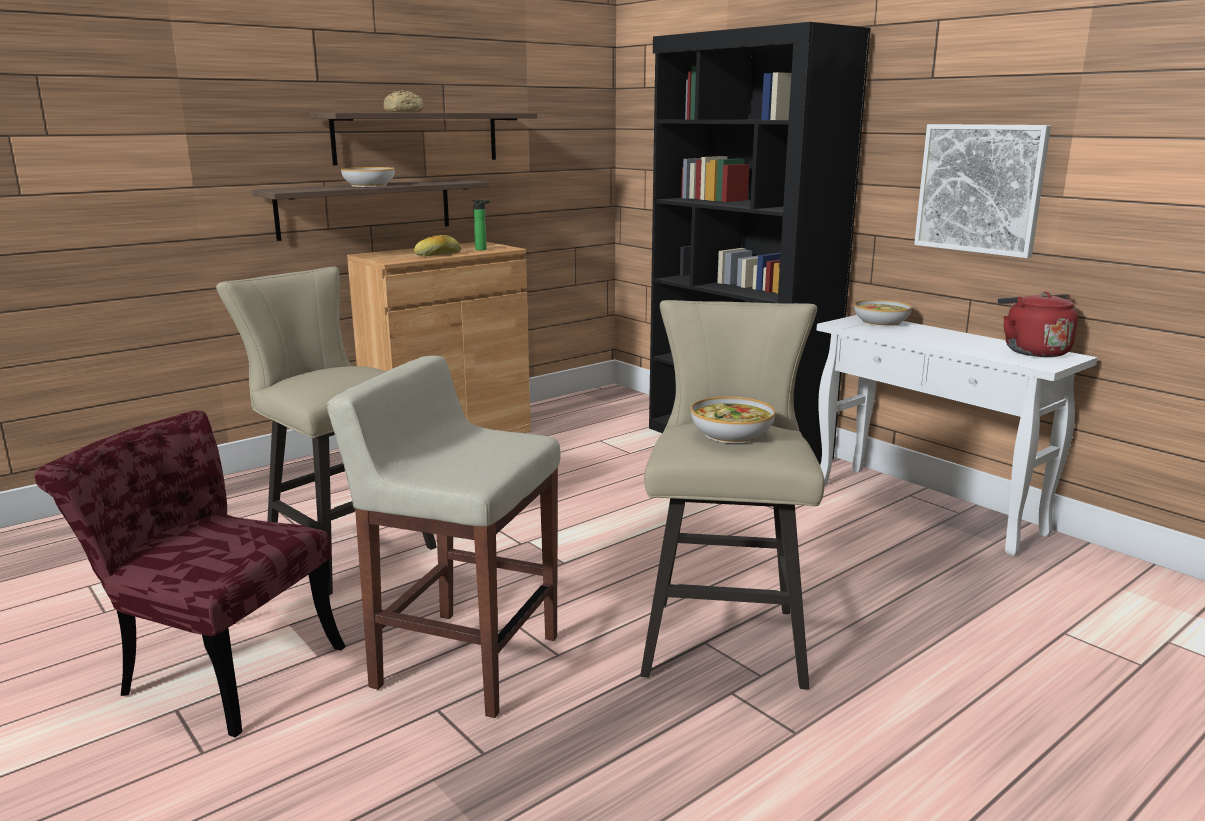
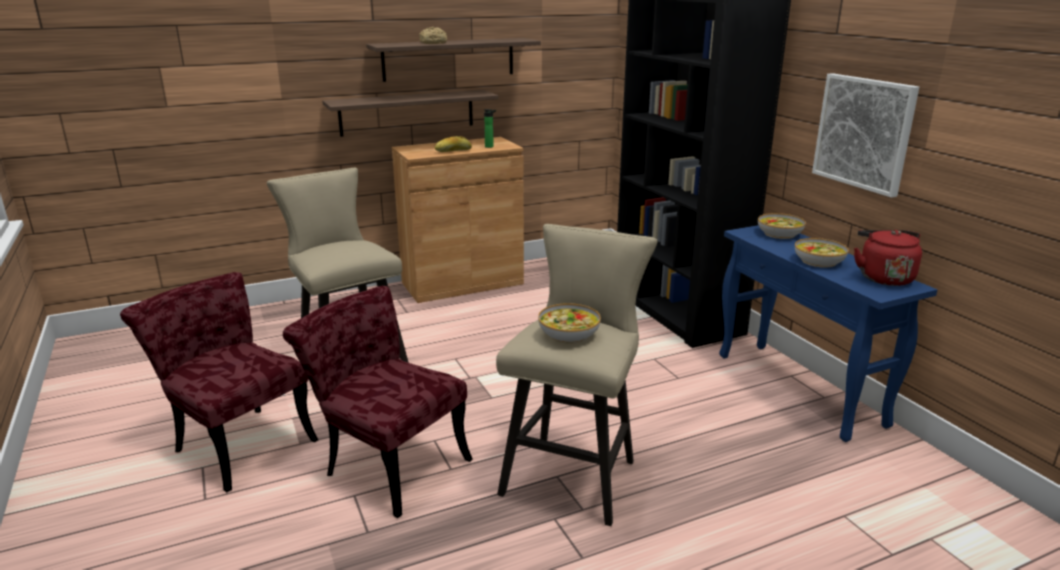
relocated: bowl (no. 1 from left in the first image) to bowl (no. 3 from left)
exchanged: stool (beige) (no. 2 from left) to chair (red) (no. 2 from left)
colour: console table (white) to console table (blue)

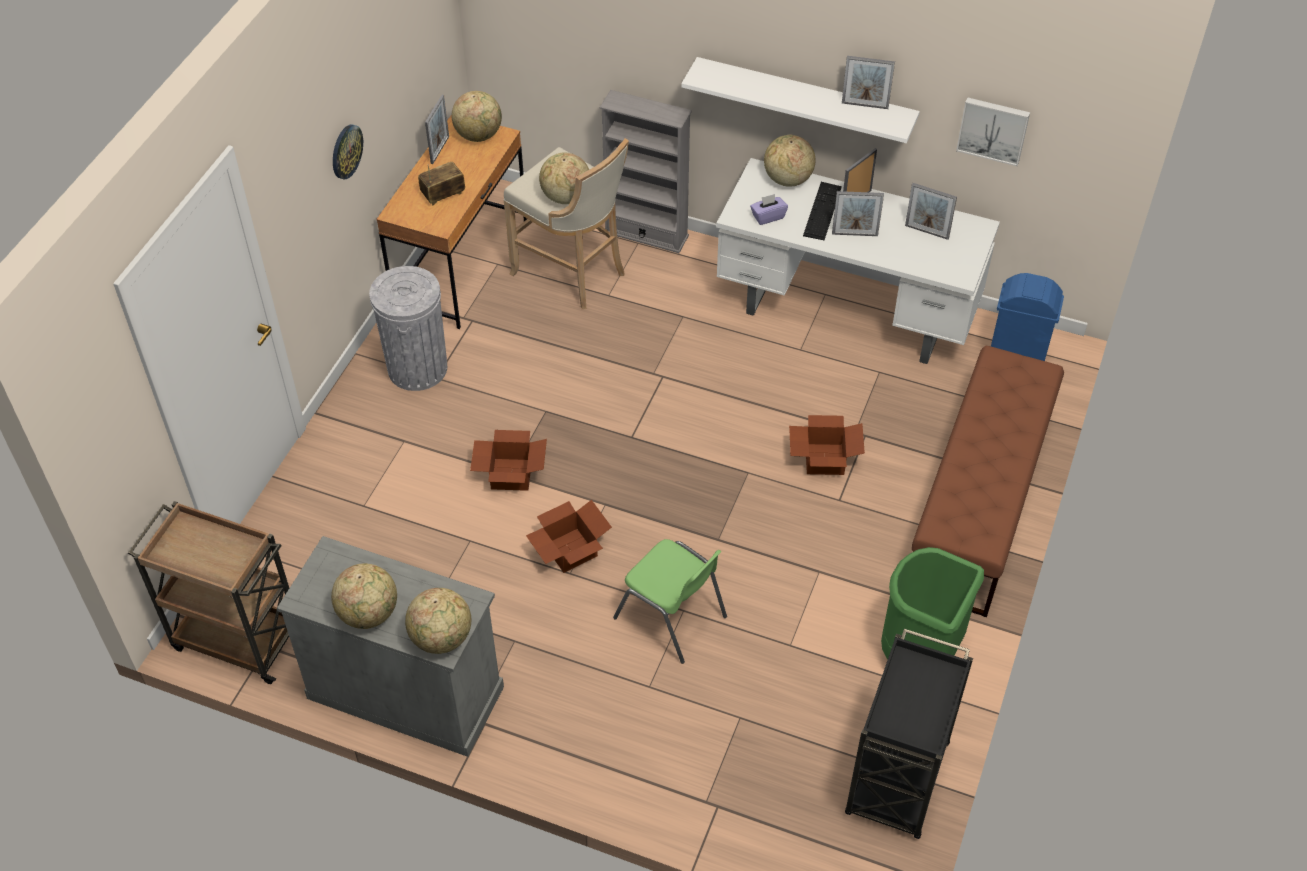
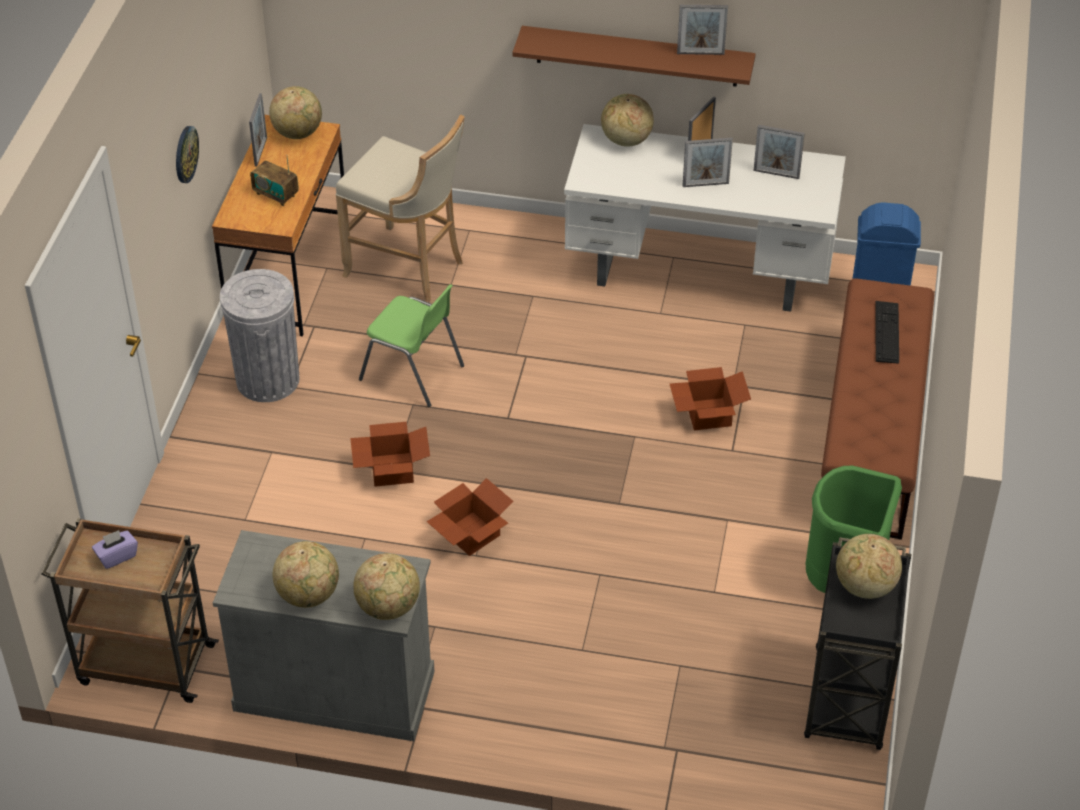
missing: bookcase (grey); picture
relocated: globe (no. 4 from left in the first image) to globe (no. 5 from left); keyboard; tissue box (purple); chair (green)
colour: shelf (white) to shelf (brown)
spun: radio 105 degrees counterclockwise

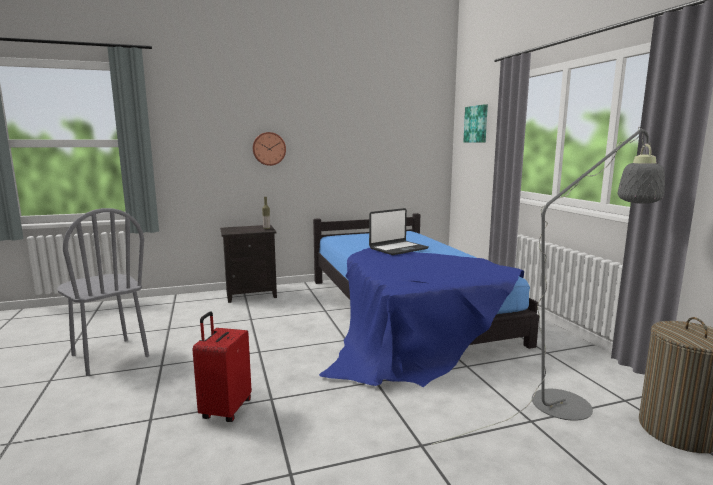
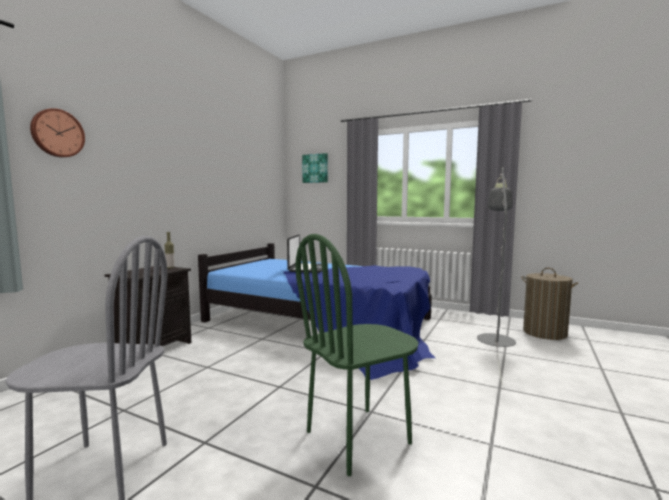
relocated: wall clock
exchanged: suitcase (red) to chair (green)

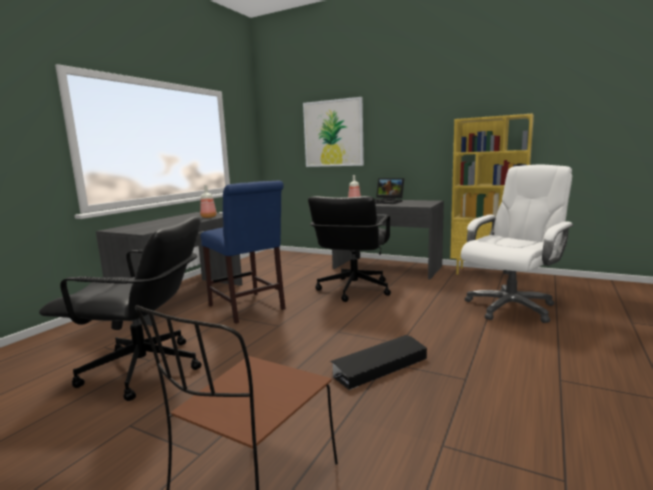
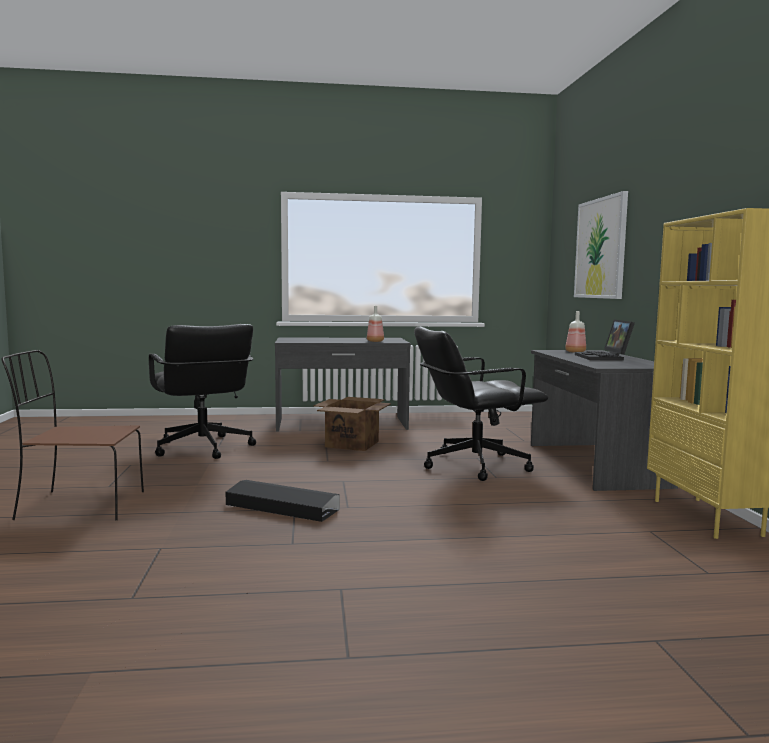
missing: office chair (white)
exchanged: chair (blue) to cardboard box

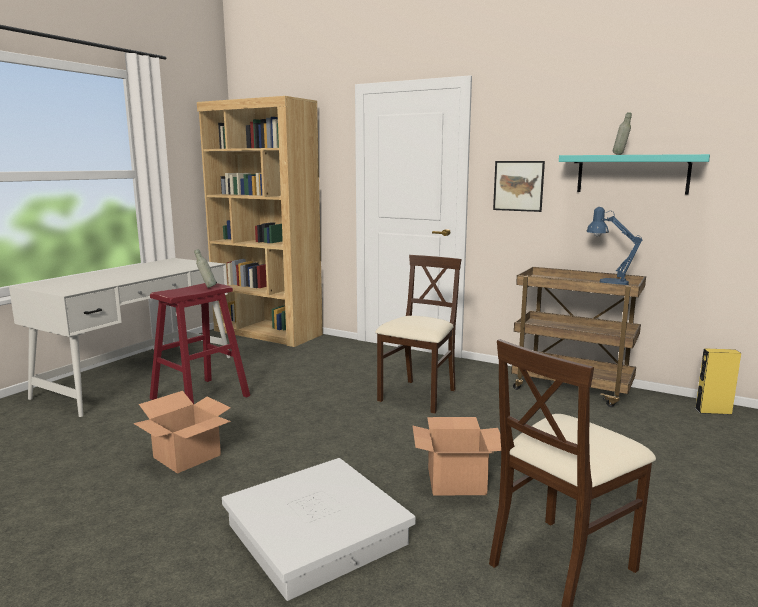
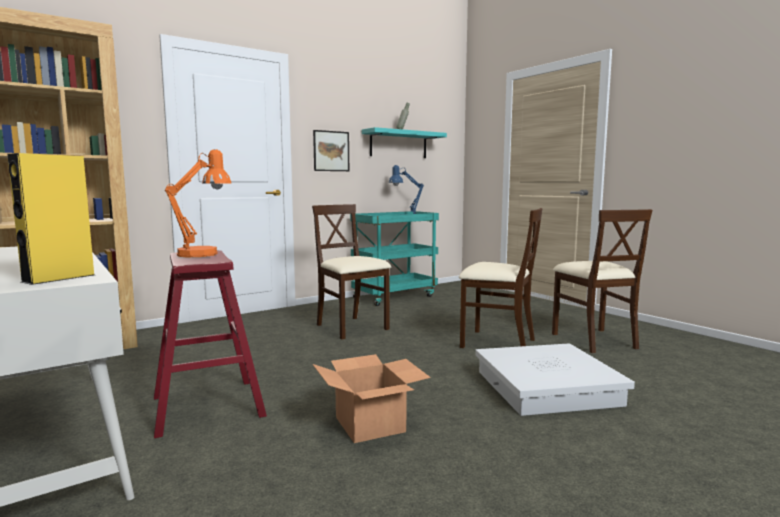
relocated: speaker (yellow)
exchanged: bottle (grey) (no. 1 from left) to table lamp (orange); cardboard box (no. 2 from left) to chair (beige) (no. 2 from left)
colour: cart (brown) to cart (turquoise)

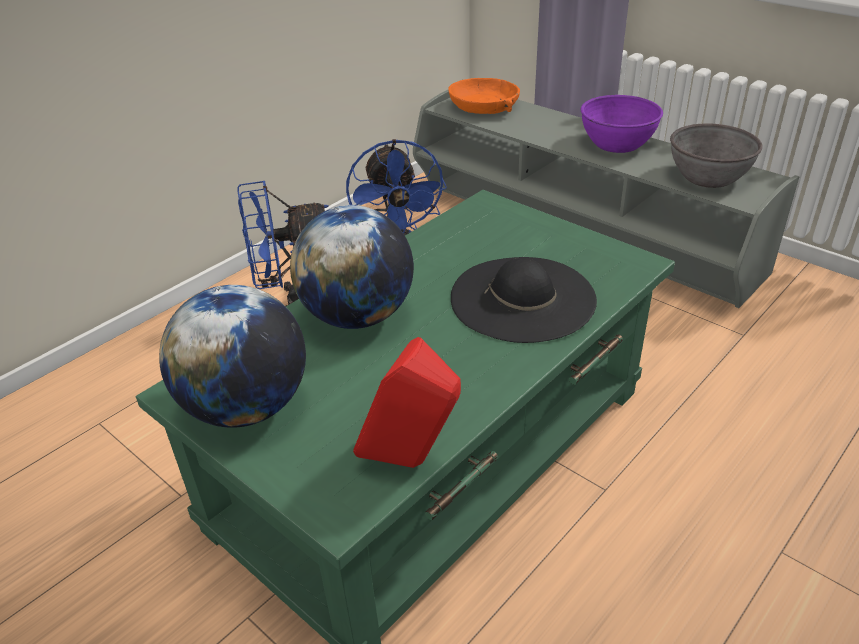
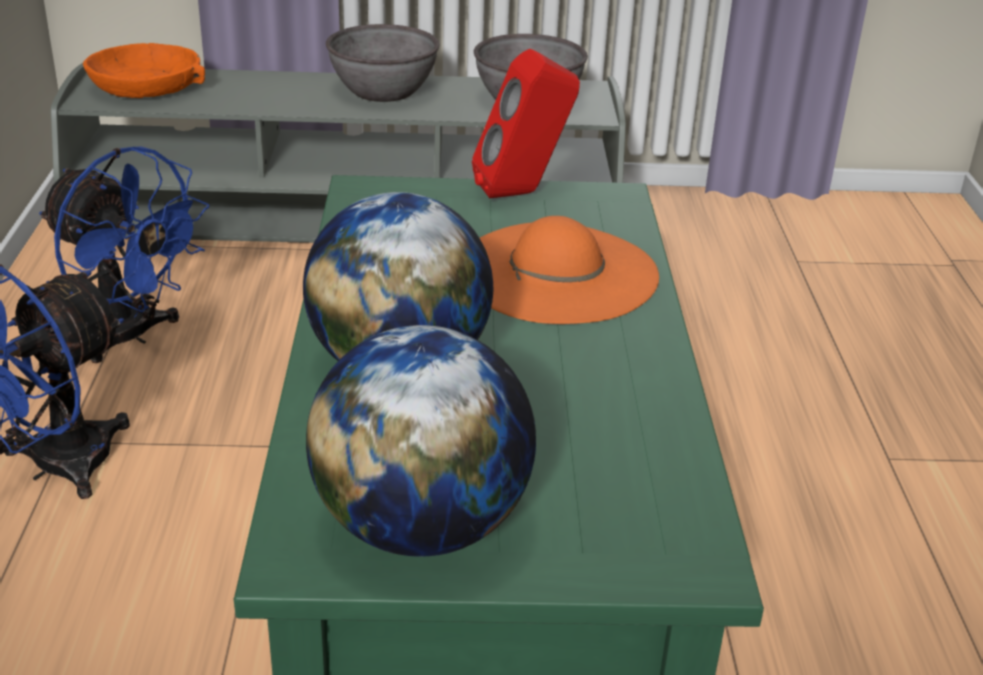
relocated: speaker (red)
colour: bowl (purple) to bowl (grey) (no. 1 from left); hat (black) to hat (orange)

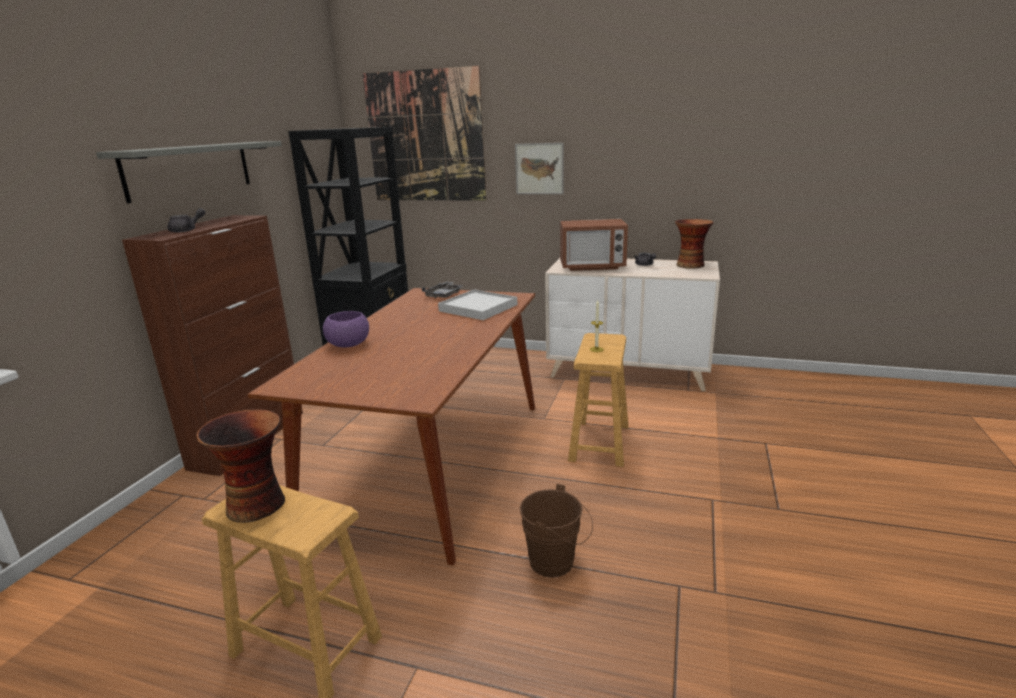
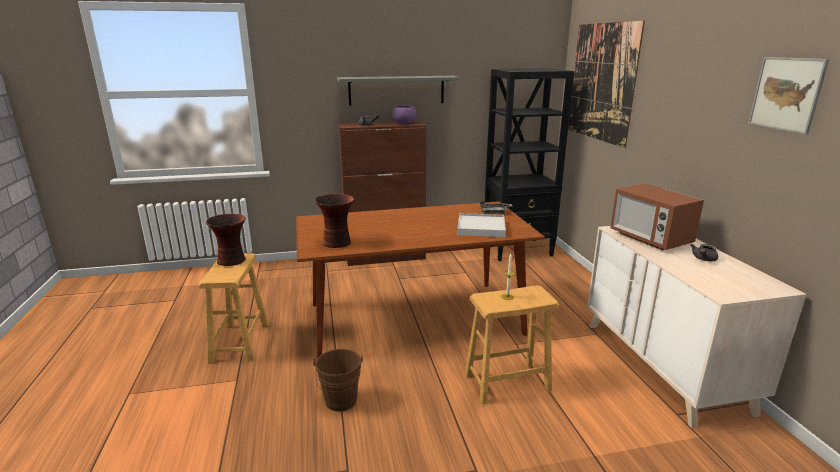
relocated: picture (no. 2 from left); vase (no. 2 from left); bowl (purple)

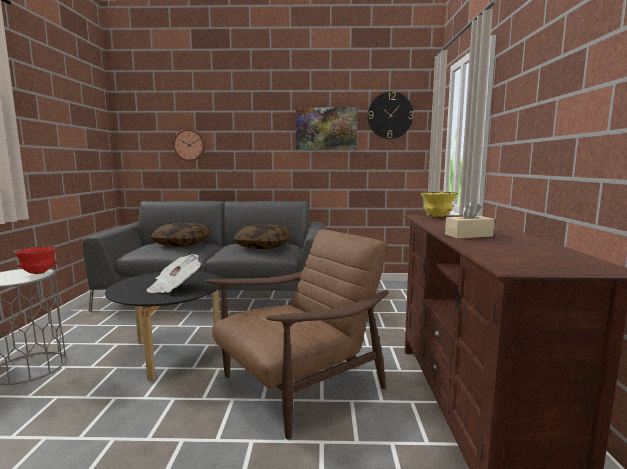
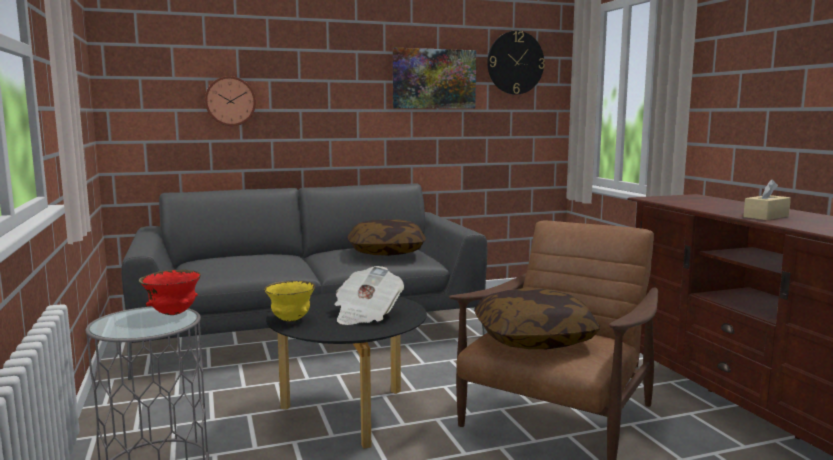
relocated: bowl (yellow); pillow (no. 1 from left in the first image) to pillow (no. 2 from left)

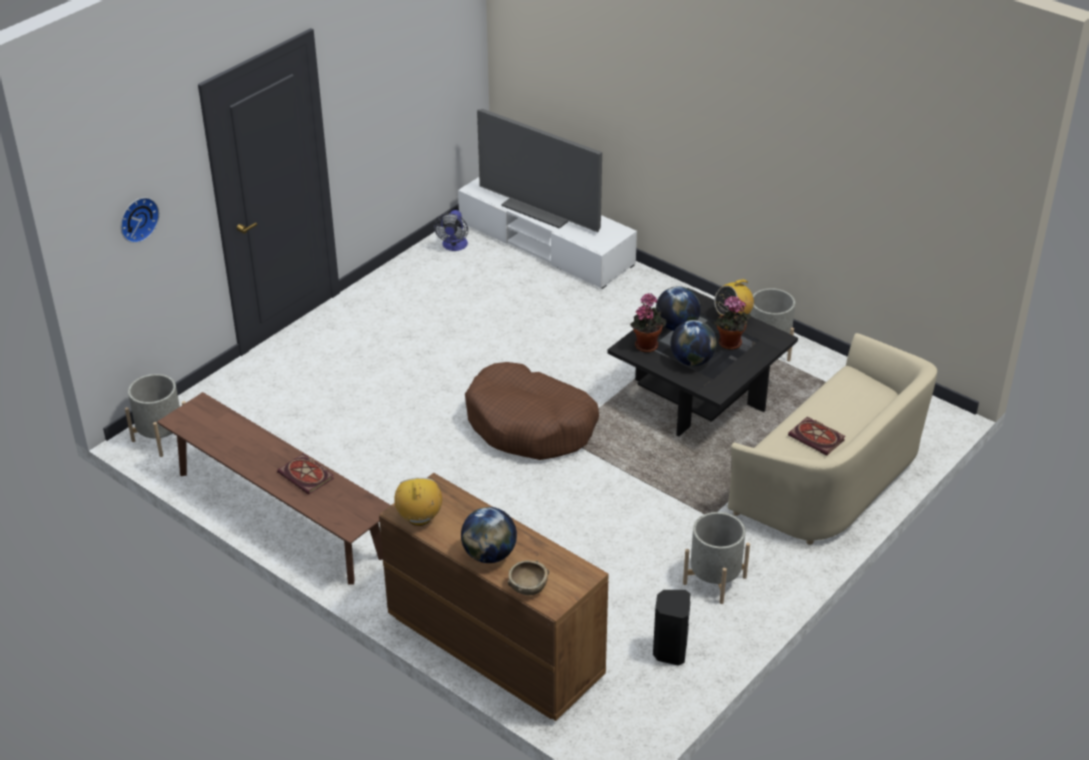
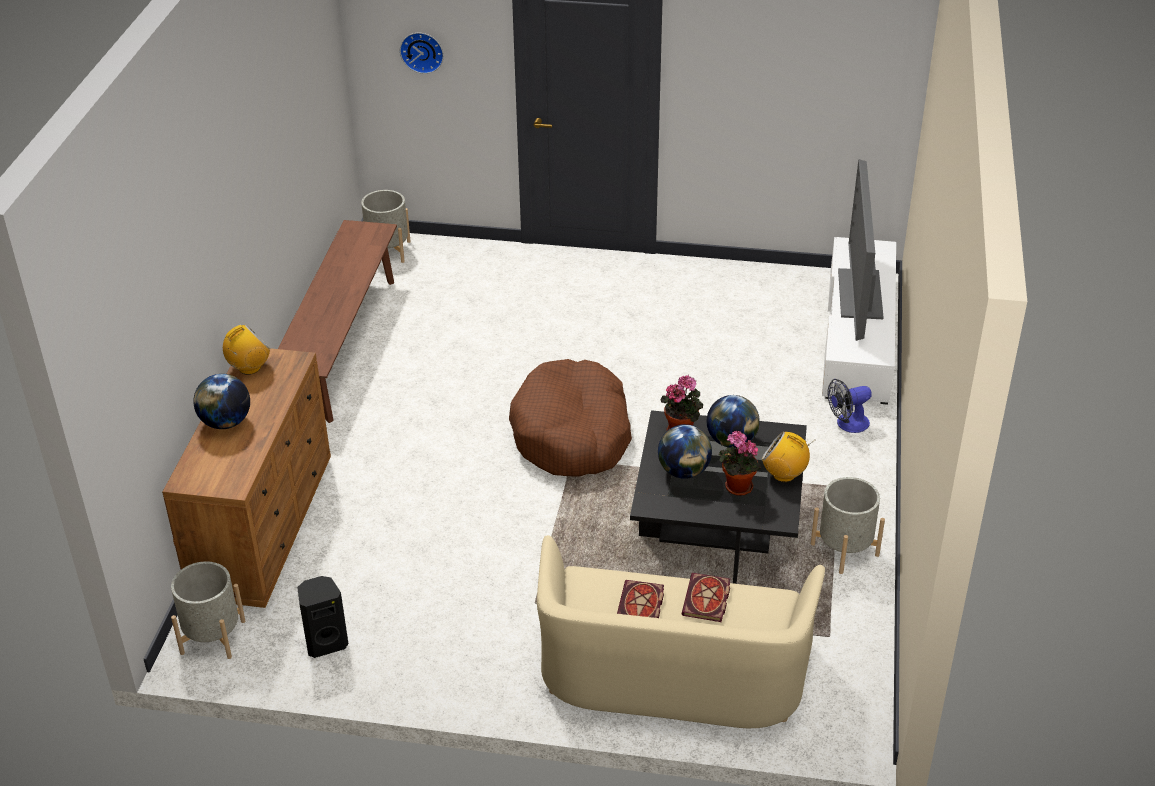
missing: bowl (brown)
relocated: fan; book (no. 1 from left in the first image) to book (no. 2 from left); planter (grey) (no. 2 from left in the first image) to planter (grey) (no. 1 from left)

